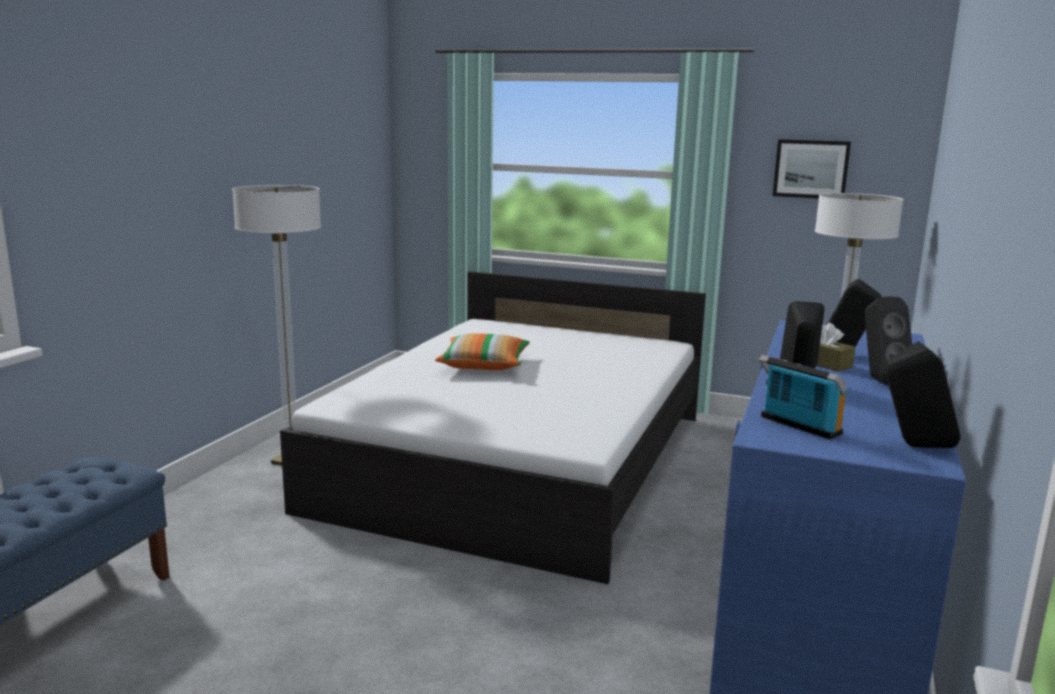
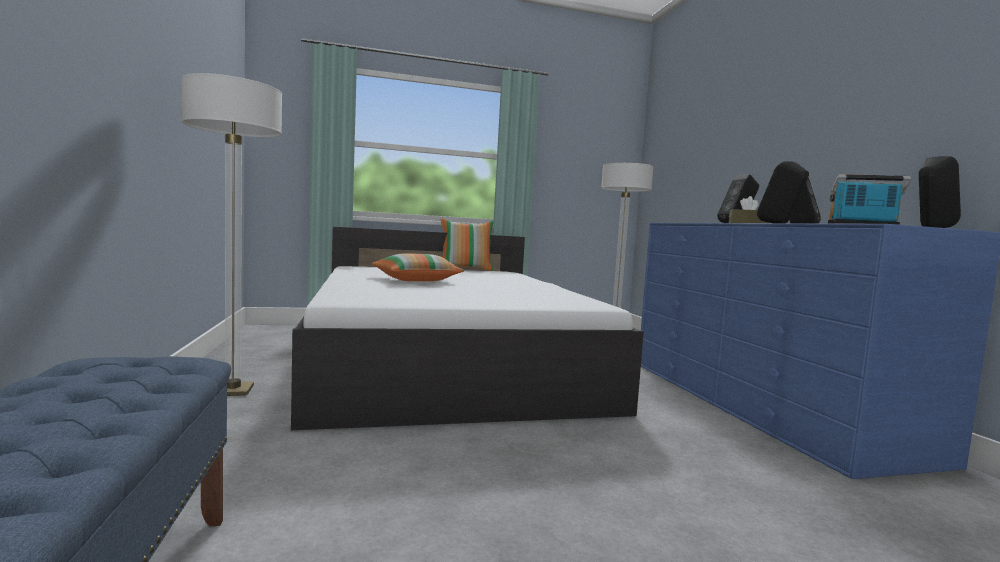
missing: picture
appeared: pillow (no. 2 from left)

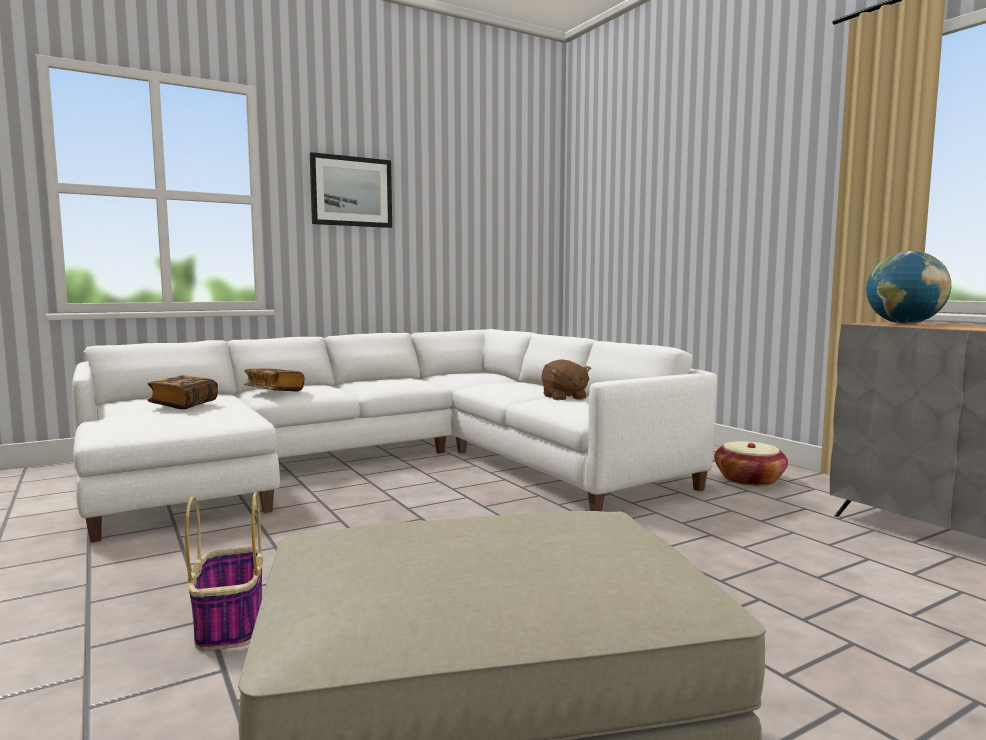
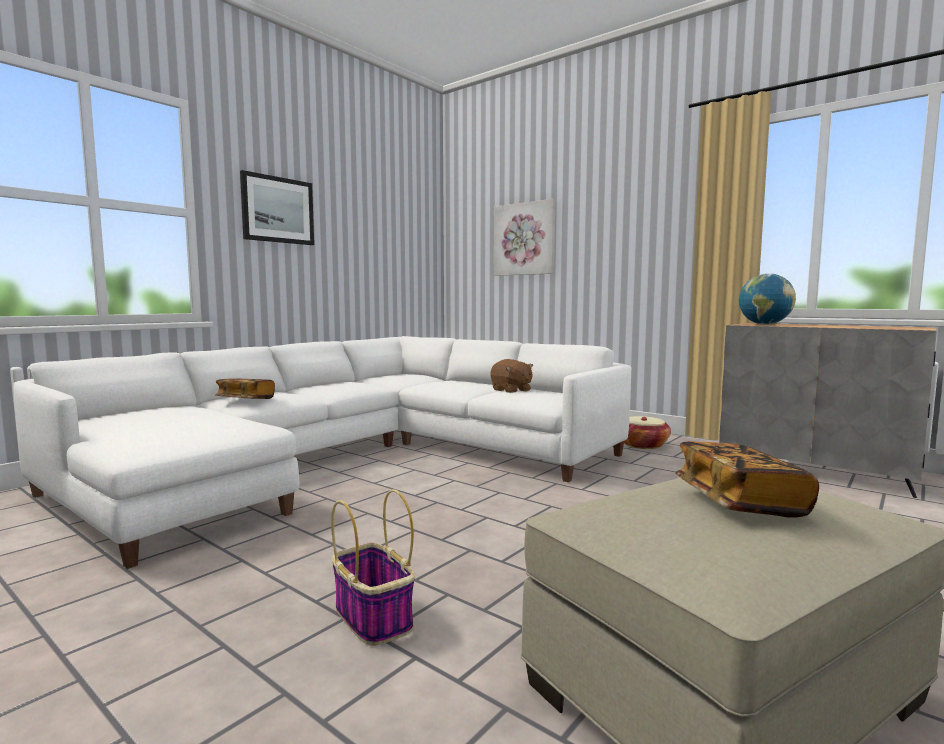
appeared: picture (no. 2 from left)
relocated: book (no. 1 from left in the first image) to book (no. 2 from left)

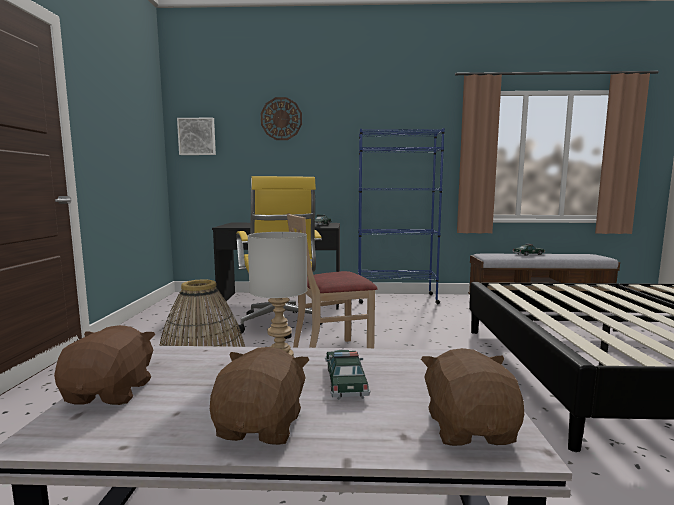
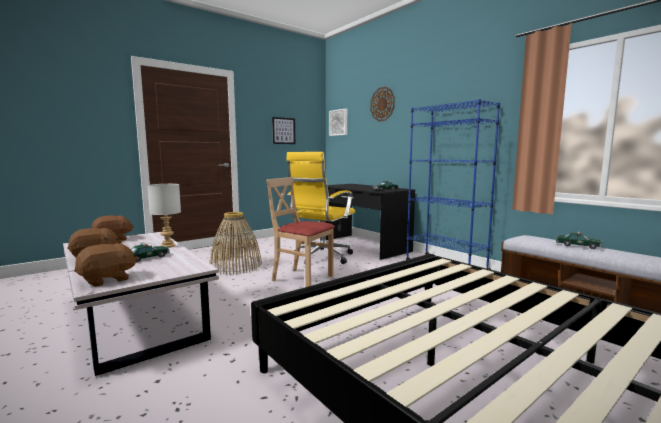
appeared: picture (no. 1 from left)

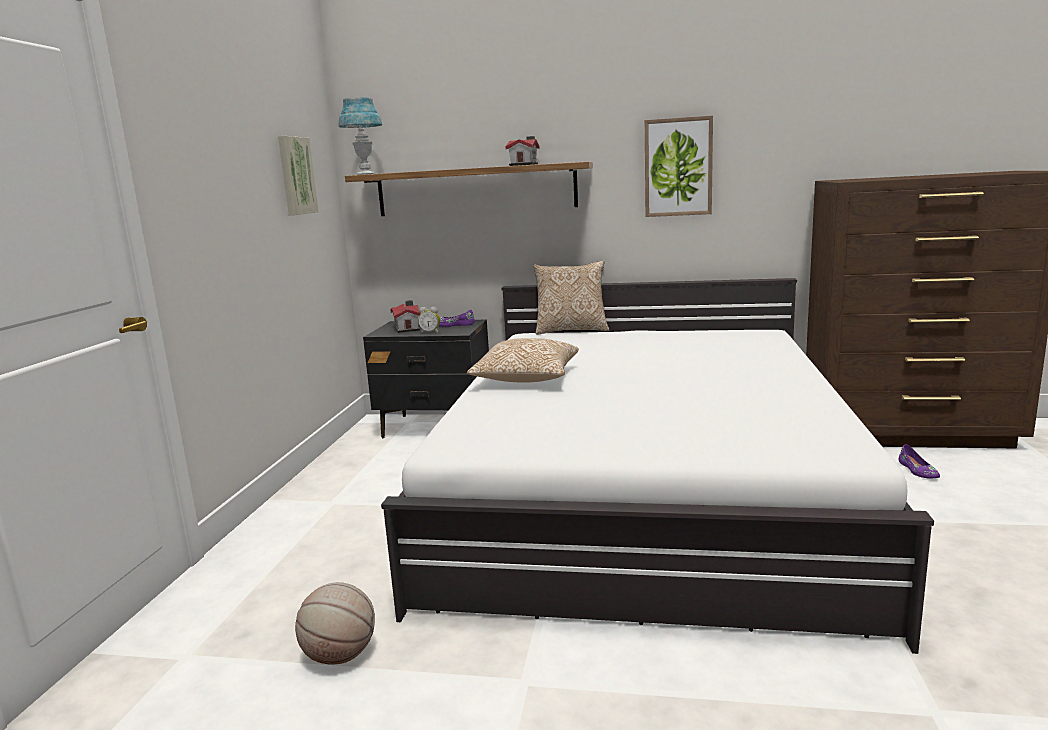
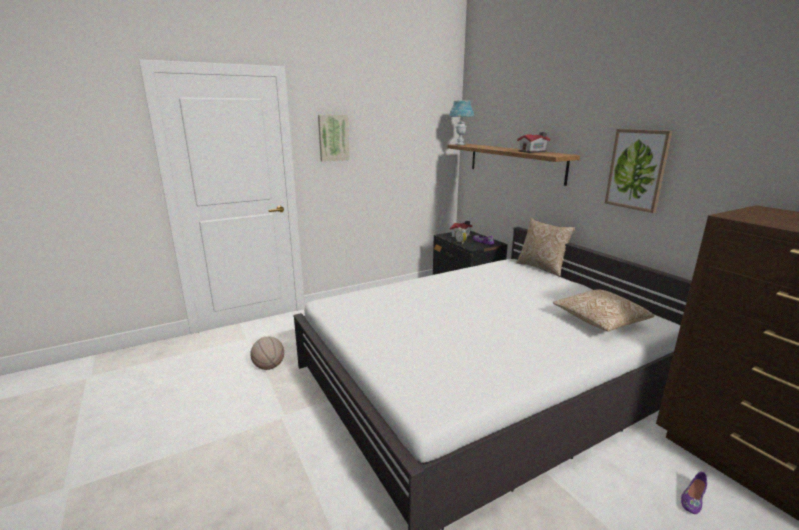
relocated: picture (no. 1 from left); pillow (no. 1 from left in the first image) to pillow (no. 2 from left)

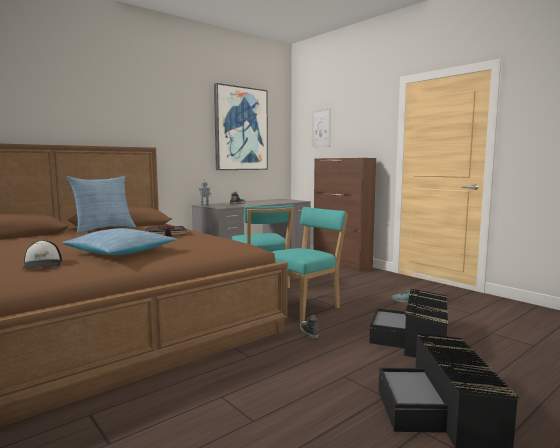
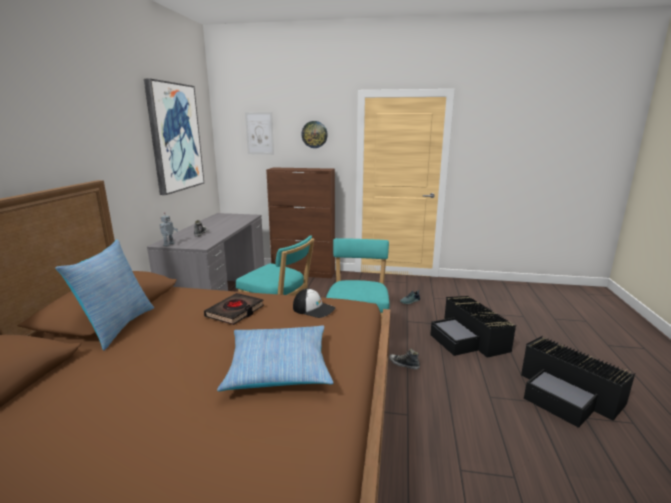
appeared: wall clock
relocated: cap

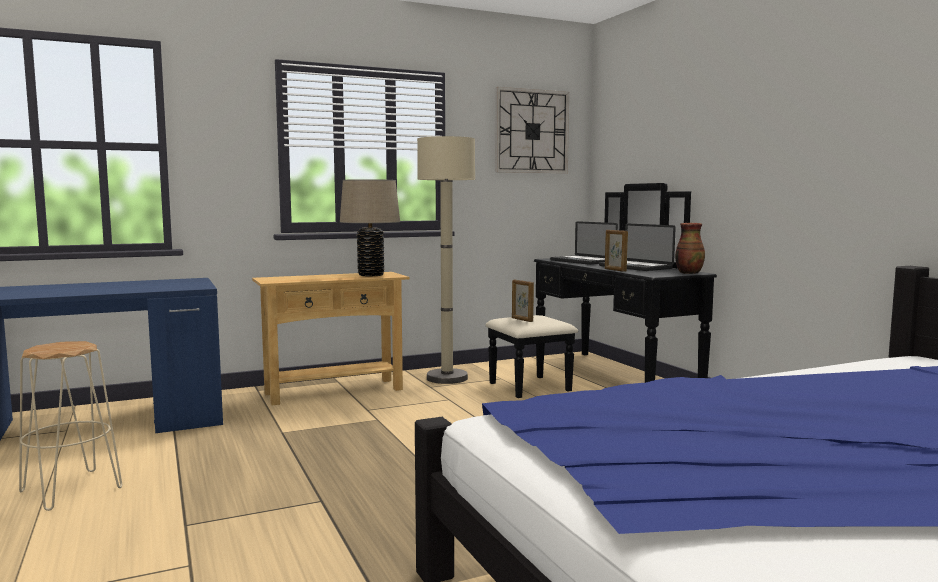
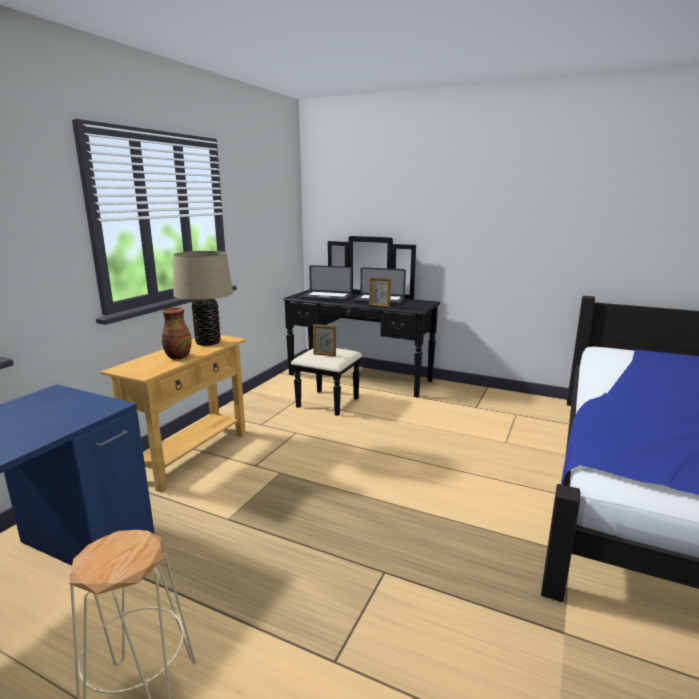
missing: wall clock; floor lamp (beige)
relocated: vase

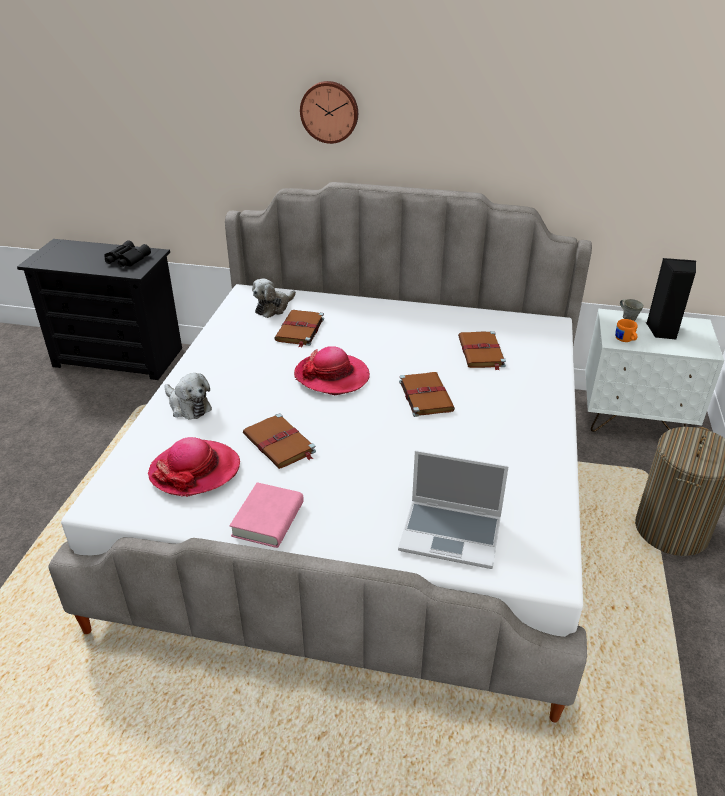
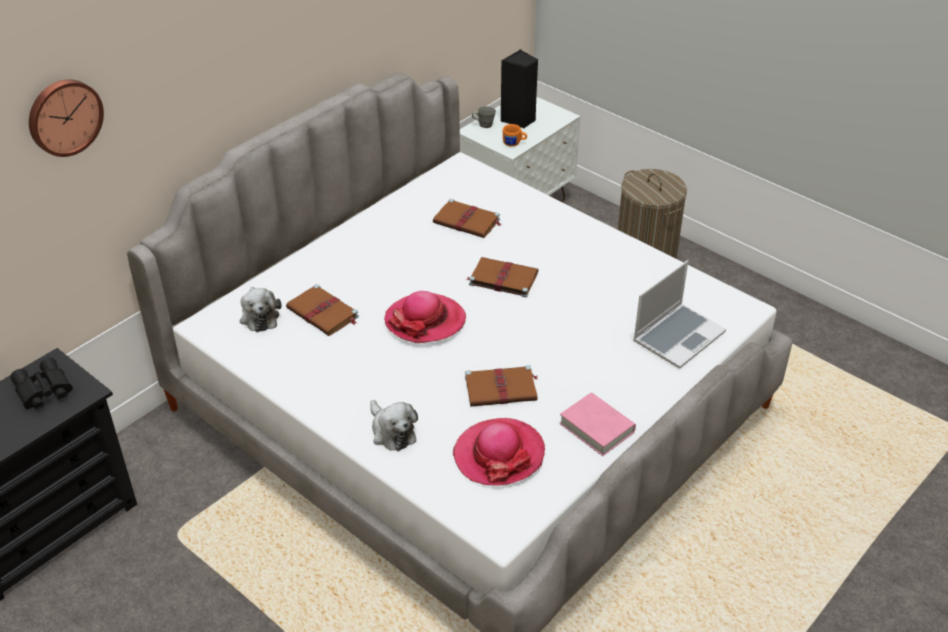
relocated: wall clock
spun: plush toy (no. 1 from left in the first image) 75 degrees clockwise

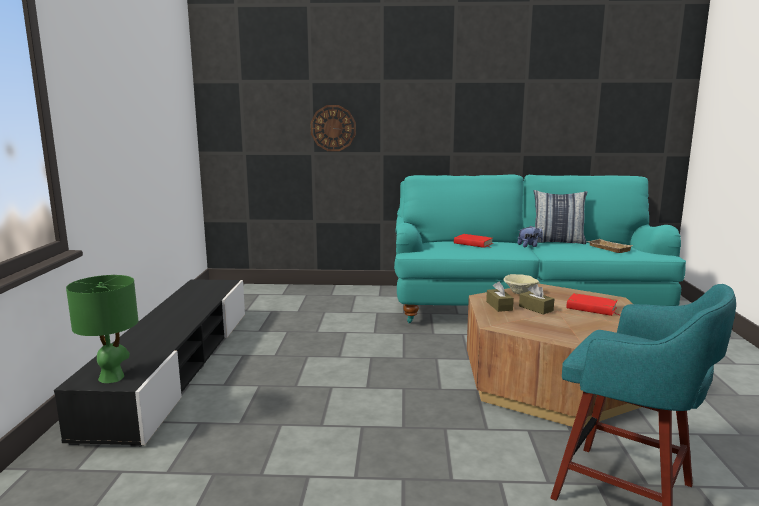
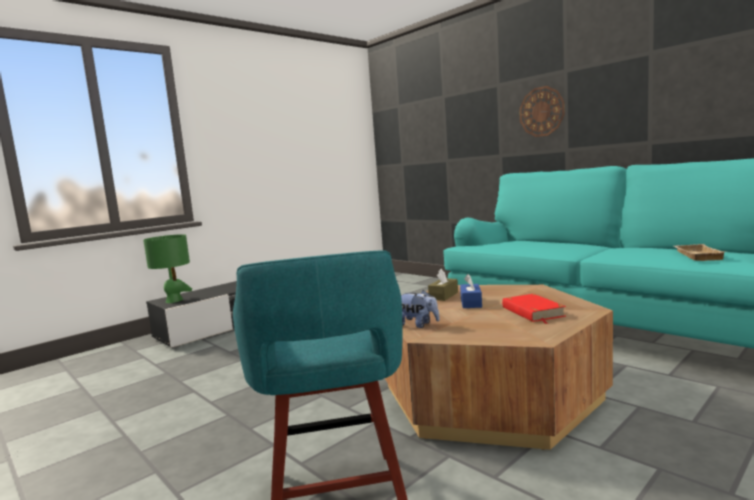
missing: pillow; book (red) (no. 1 from left); bowl (beige)
relocated: wall clock; plush toy
colour: tissue box (brown) (no. 2 from left) to tissue box (blue)

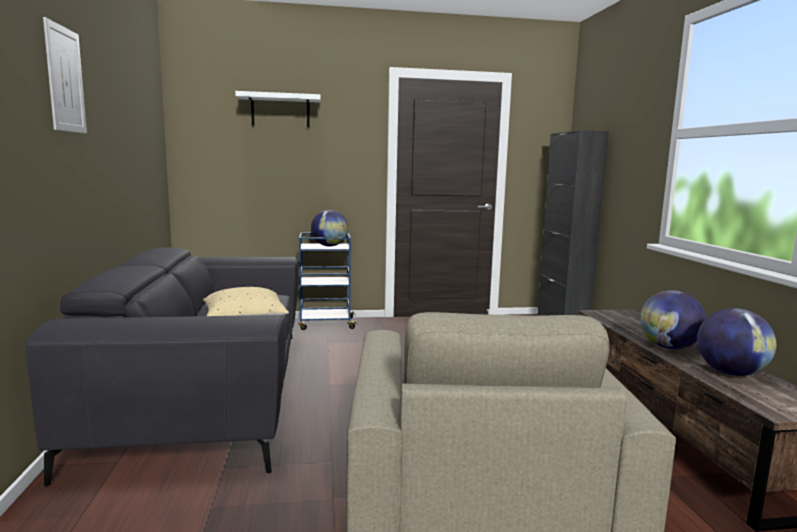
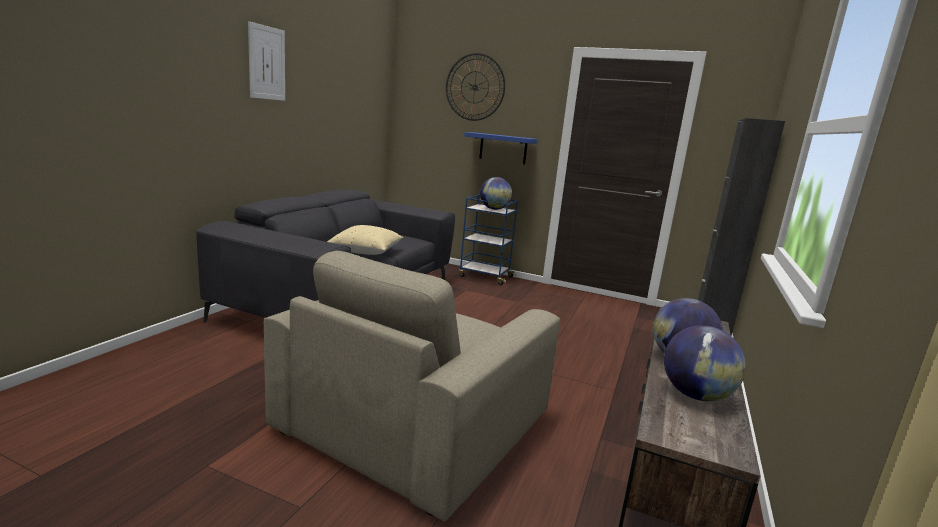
appeared: shelf (blue)
exchanged: shelf (white) to wall clock

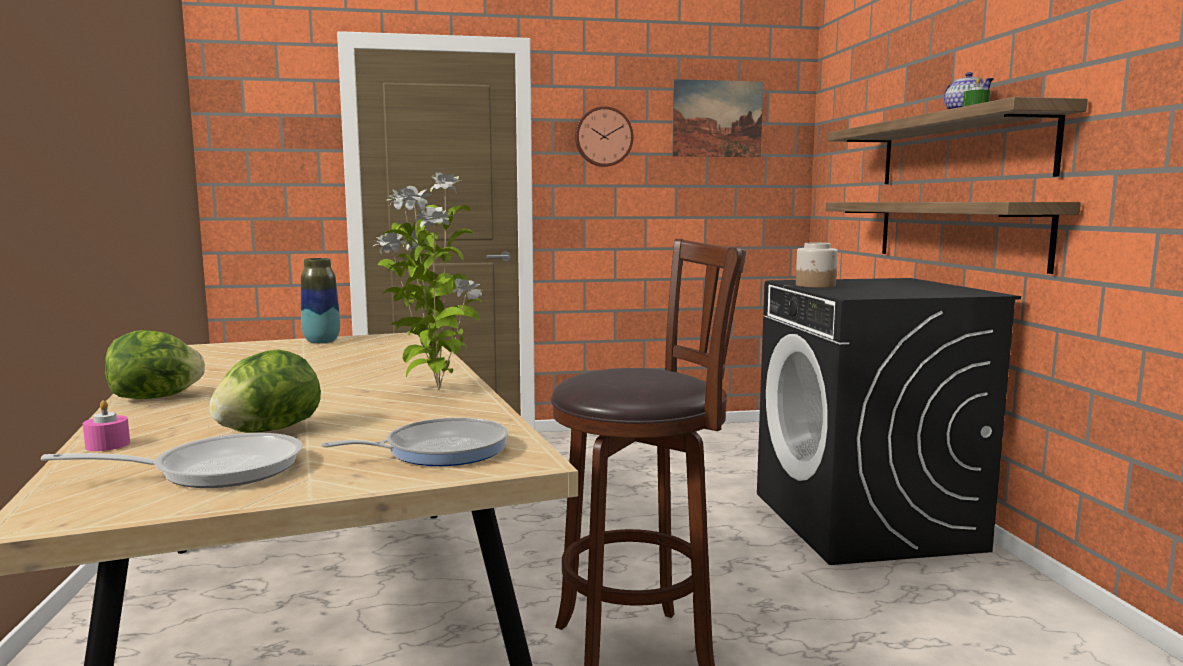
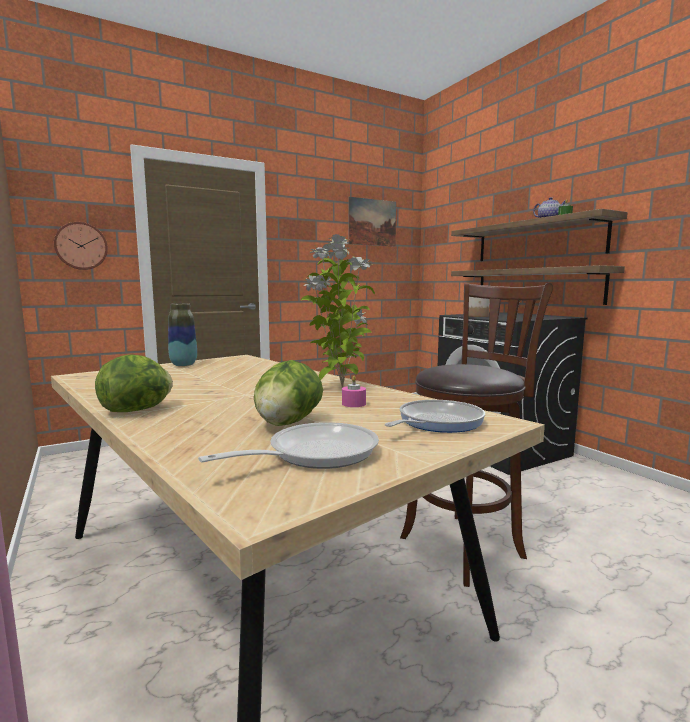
relocated: wall clock; candle (pink)

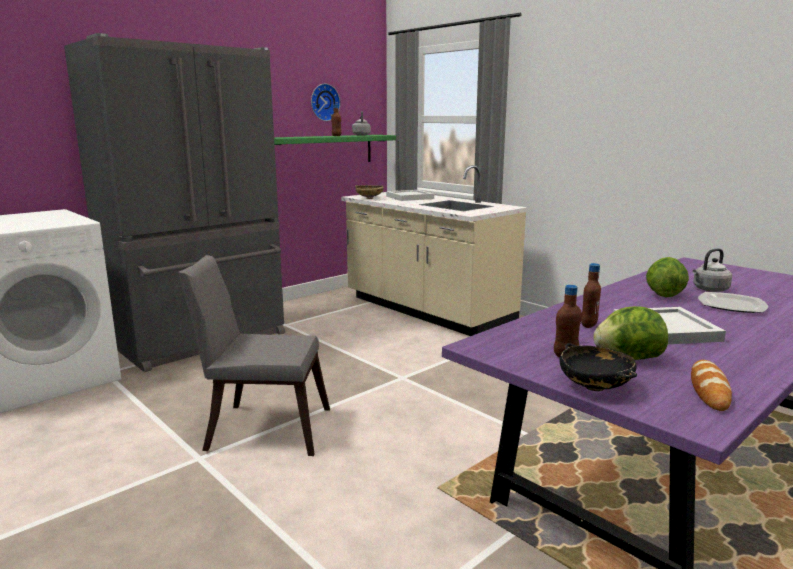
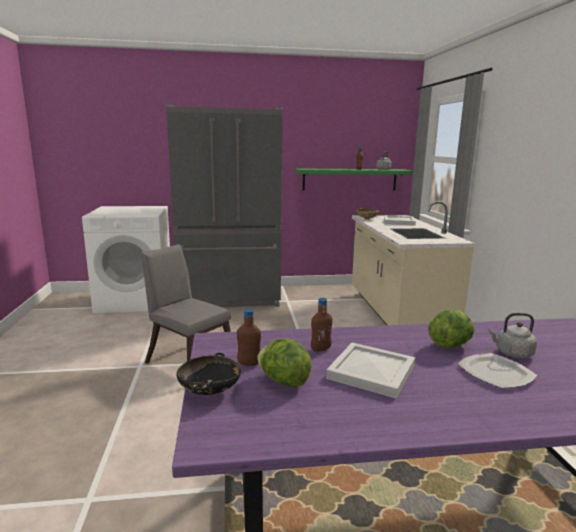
missing: wall clock; bread

